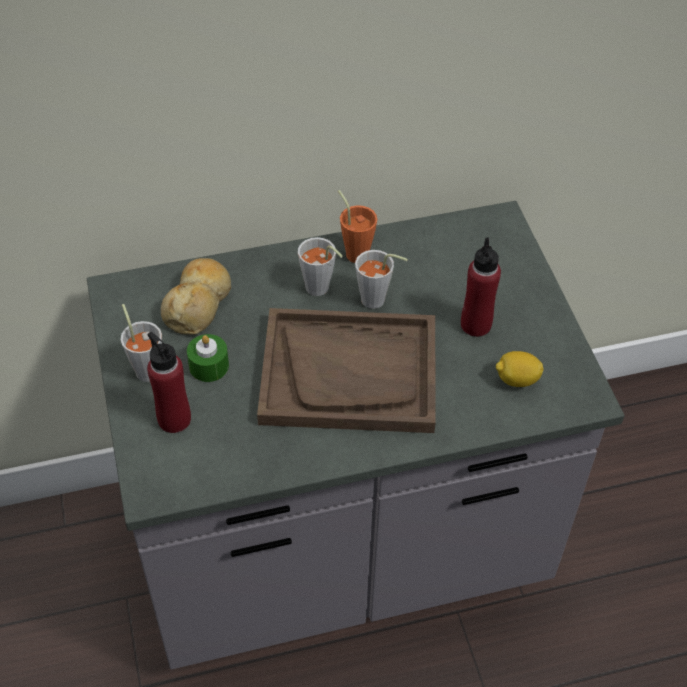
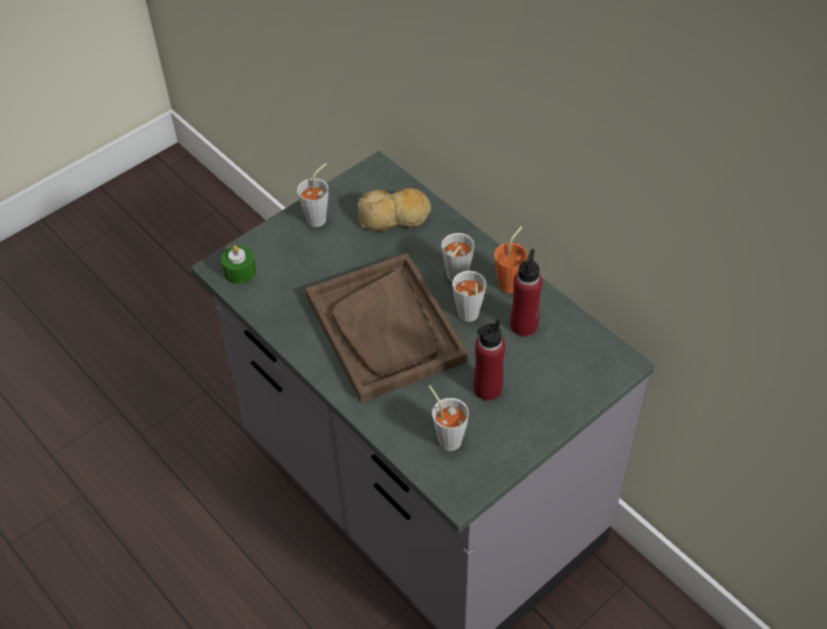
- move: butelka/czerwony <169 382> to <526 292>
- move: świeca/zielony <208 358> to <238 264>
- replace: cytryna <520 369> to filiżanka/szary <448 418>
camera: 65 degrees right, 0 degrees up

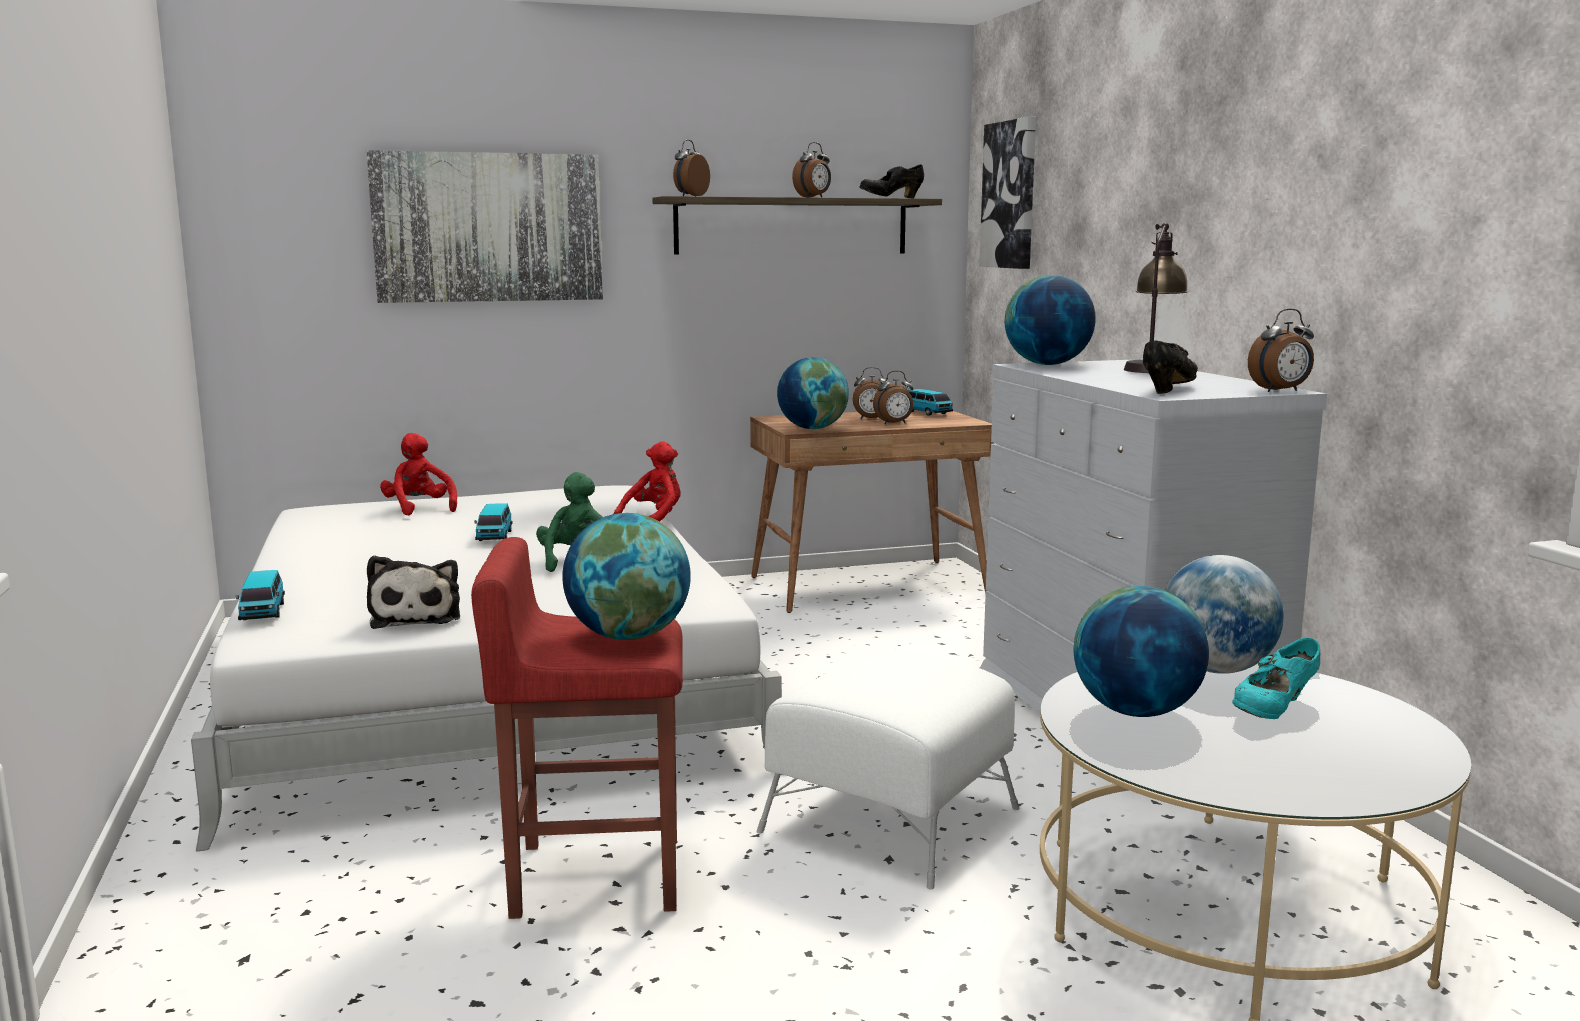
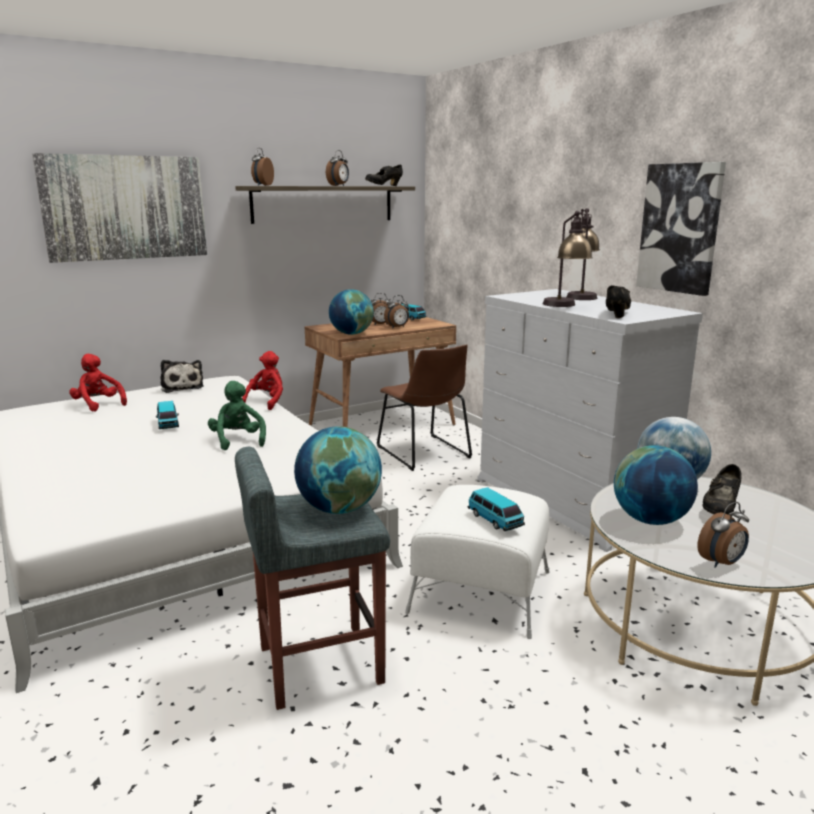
- delete: globus <1050 320>
- insert: krzesło/brązowy <424 407>
- insert: lampa stołowa <568 259>
- move: samochodzik <260 595> to <496 509>
- move: pluszak <413 592> to <182 376>
- move: obraz <1008 193> to <681 229>
- move: budzik <1281 350> to <723 535>
- recolor: stołek/czerwony <577 728> to stołek/szary <312 578>
- recolor: but/turkusowy <1276 678> to but/czarny <721 490>
camera: 15 degrees left, 5 degrees up

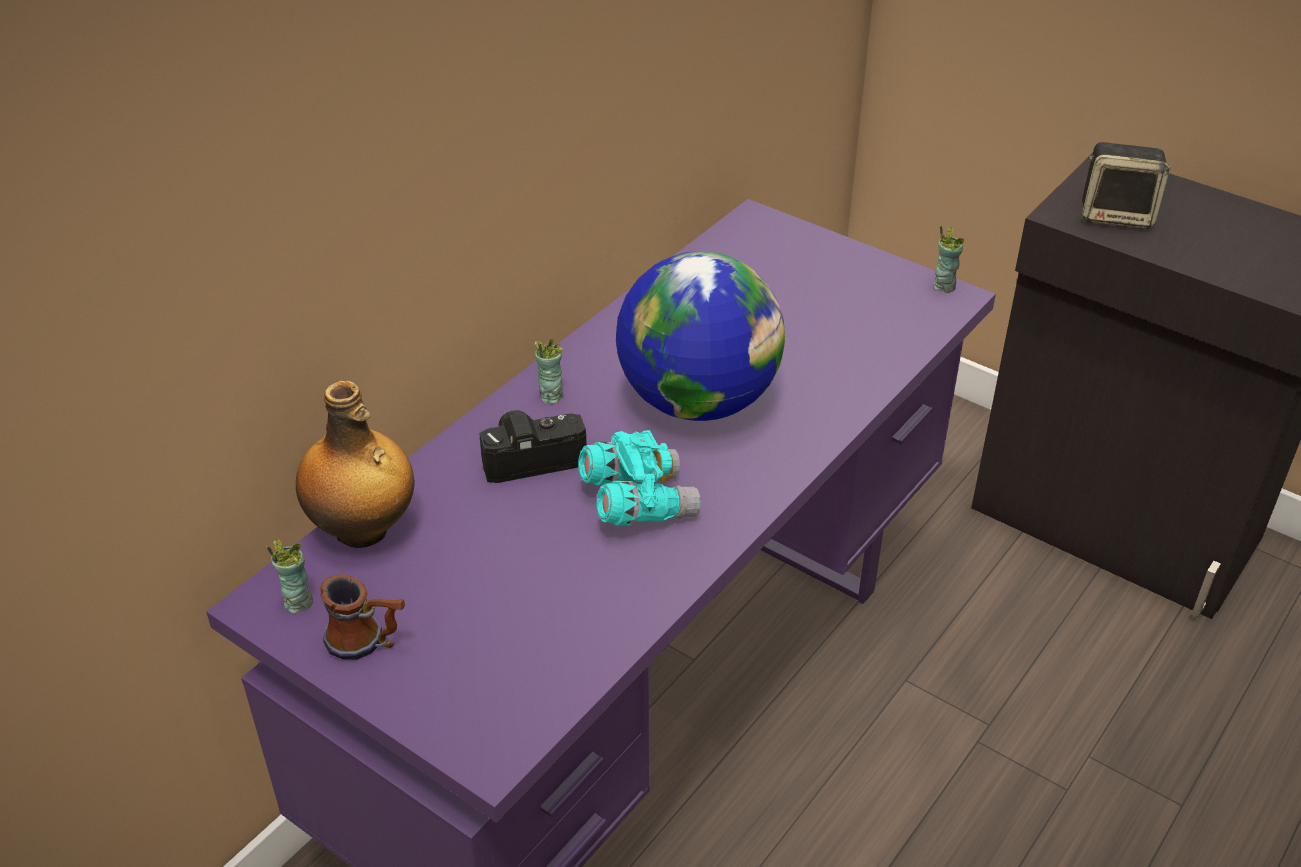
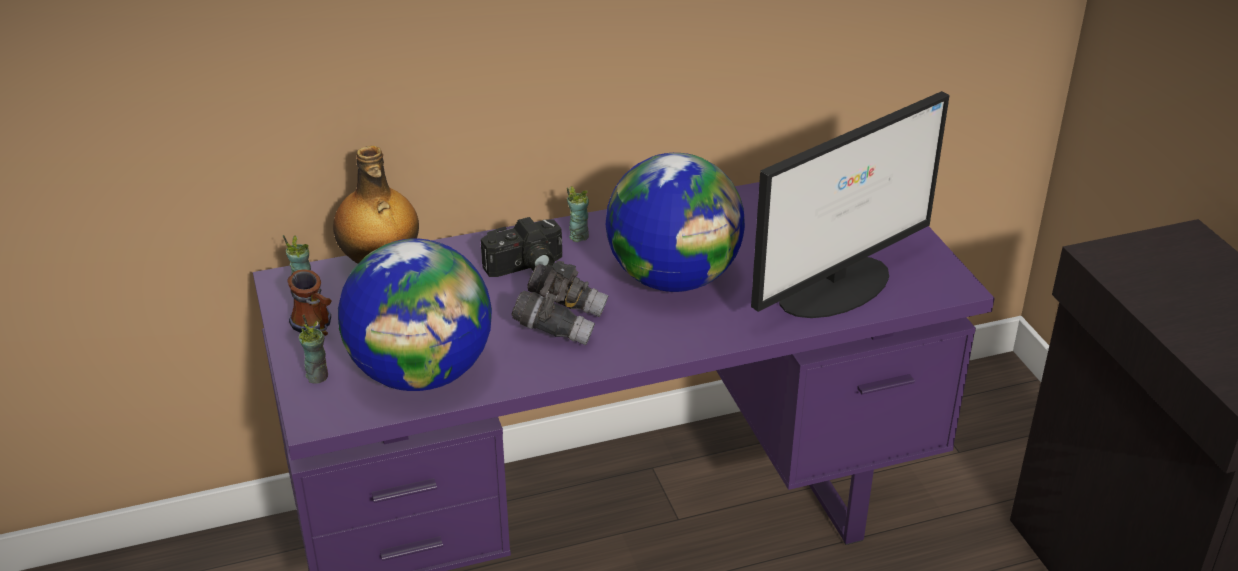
- delete: głośnik <1126 185>
- insert: globus <415 315>
- insert: monitor <850 204>
- move: filiżanka <949 259> to <313 349>
- recolor: lornetka/turkusowy <639 477> to lornetka/szary <559 303>
- rotate: aparat fotograficzny <533 446> = <521 247> 135 degrees clockwise
camera: 35 degrees right, 5 degrees down

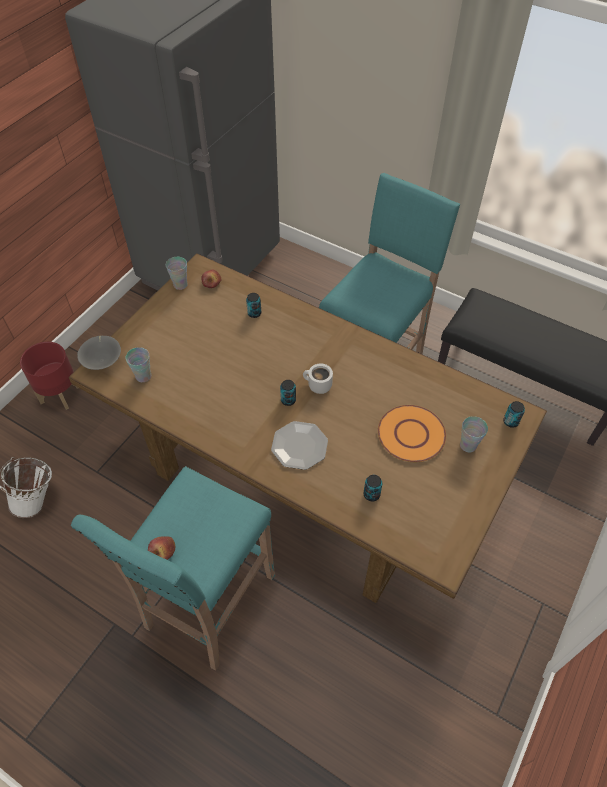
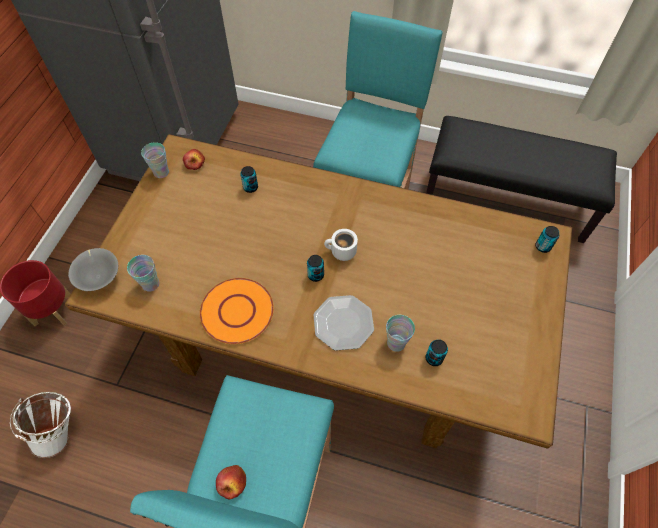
- move: talerz/pomarańczowy <412 433> to <237 311>
- move: filiżanka <474 434> to <400 333>
camera: 15 degrees left, 5 degrees up

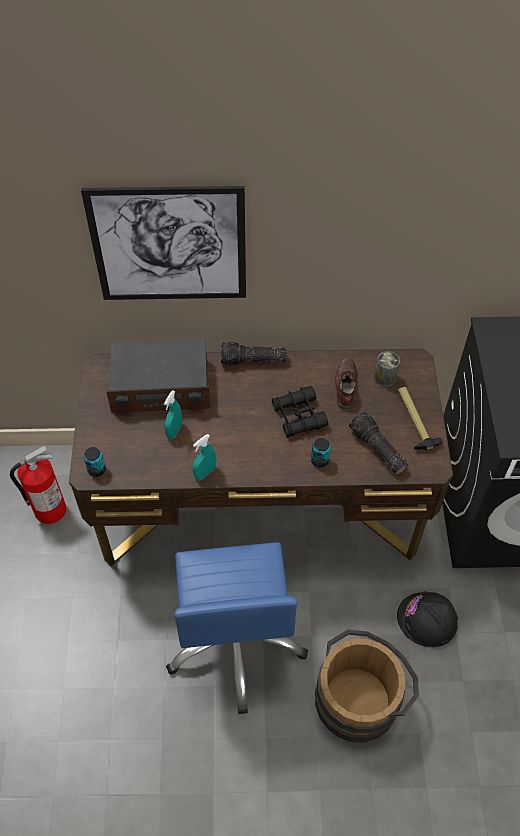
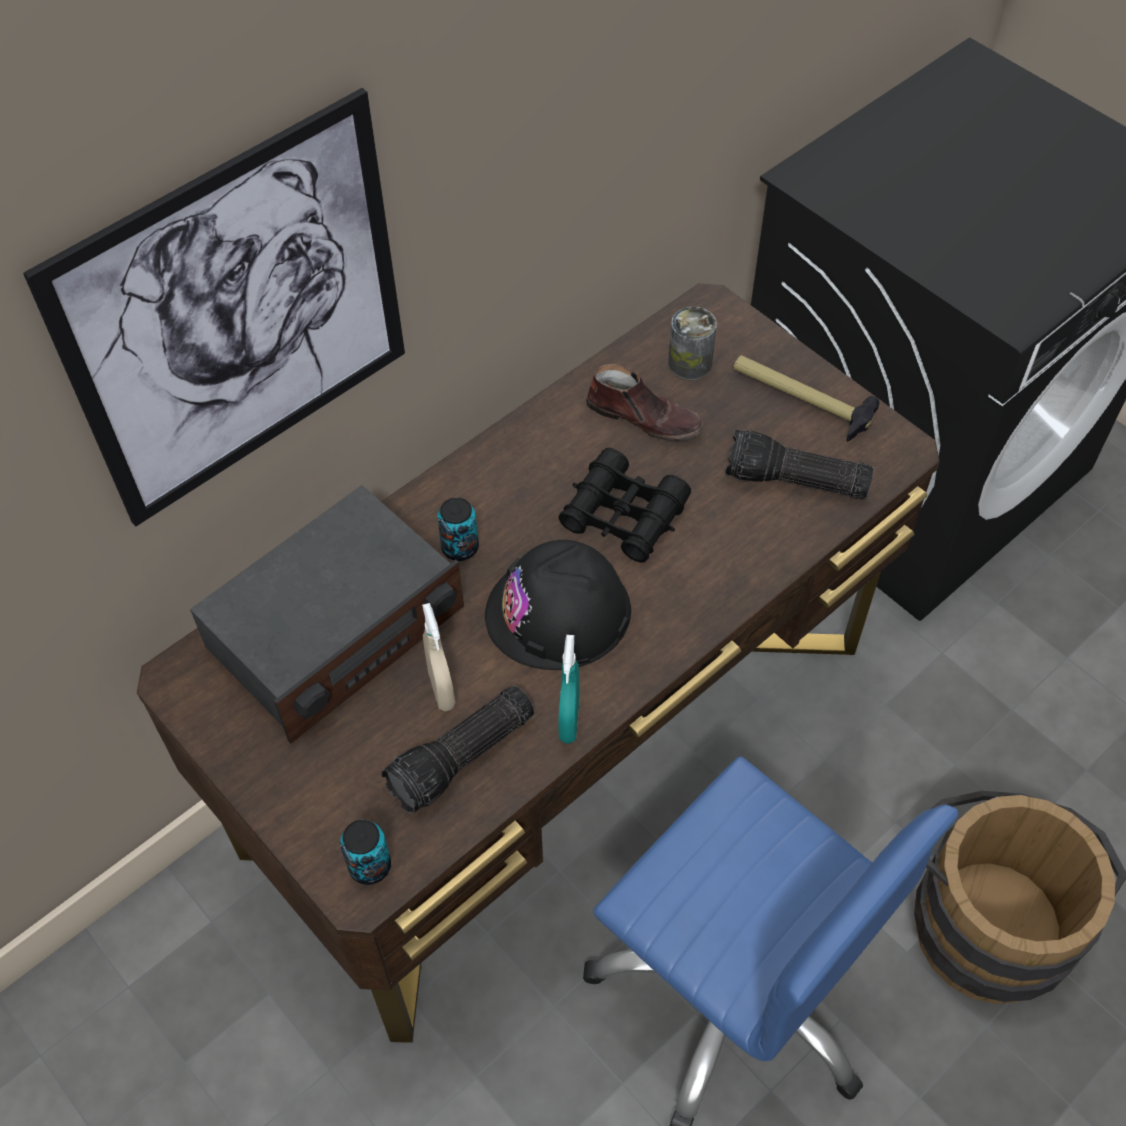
- delete: gaśnica <38 485>
- move: latarka <254 353> to <458 749>
- move: puszka <321 452> to <458 529>
- move: kask/czarny <427 619> to <558 605>
- recolor: spryskiwacz/turkusowy <173 415> to spryskiwacz/beżowy <438 657>
- rotate: but/brązowy <346 384> = <645 402> 150 degrees clockwise
camera: 40 degrees left, 0 degrees up

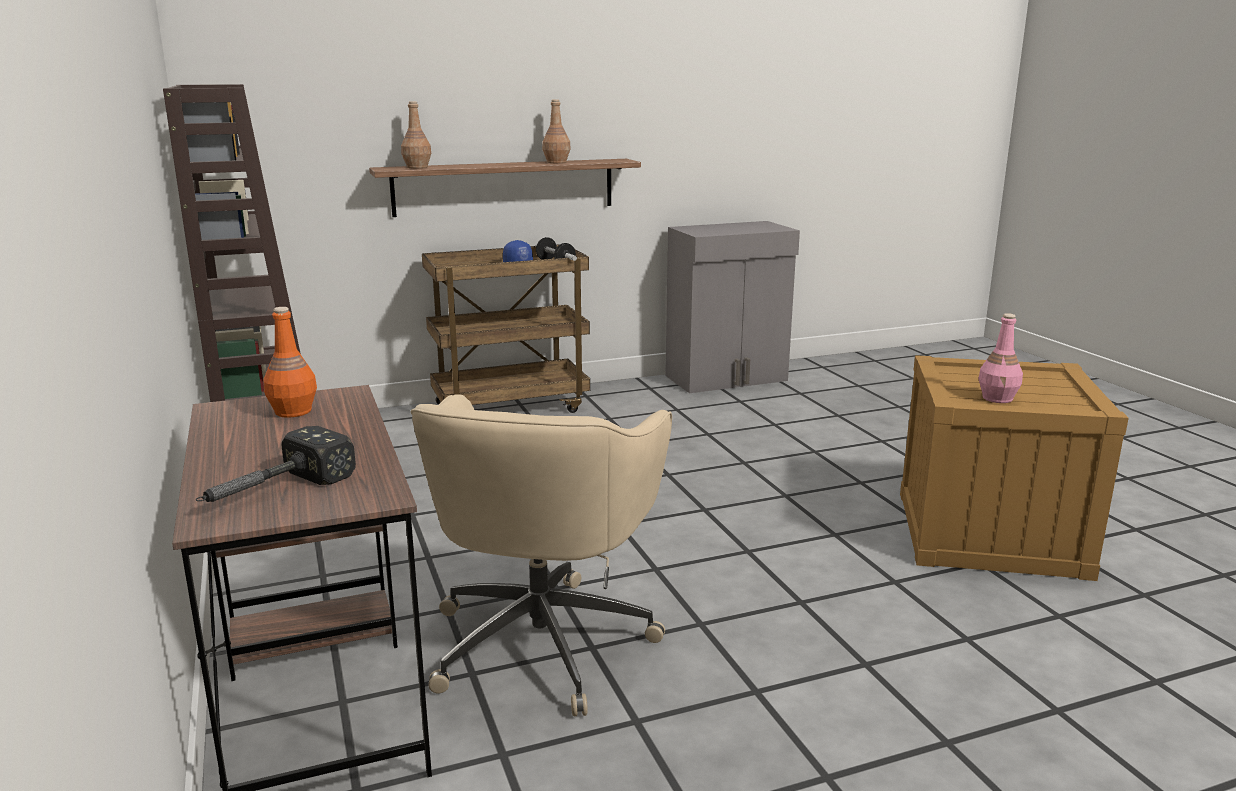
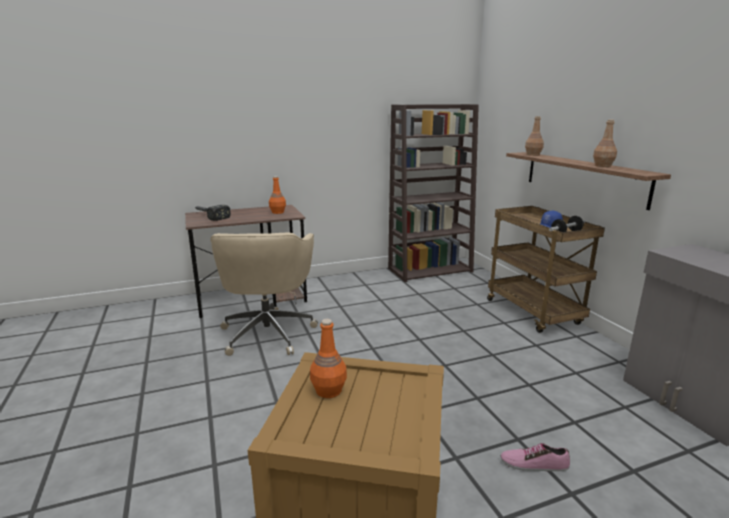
- insert: but <535 457>
- recolor: butelka/różowy <1001 358> to butelka/pomarańczowy <328 358>
- rotate: krzesło biurowe/beżowy <541 555> = <264 294> 105 degrees counterclockwise
camera: 90 degrees right, 0 degrees up

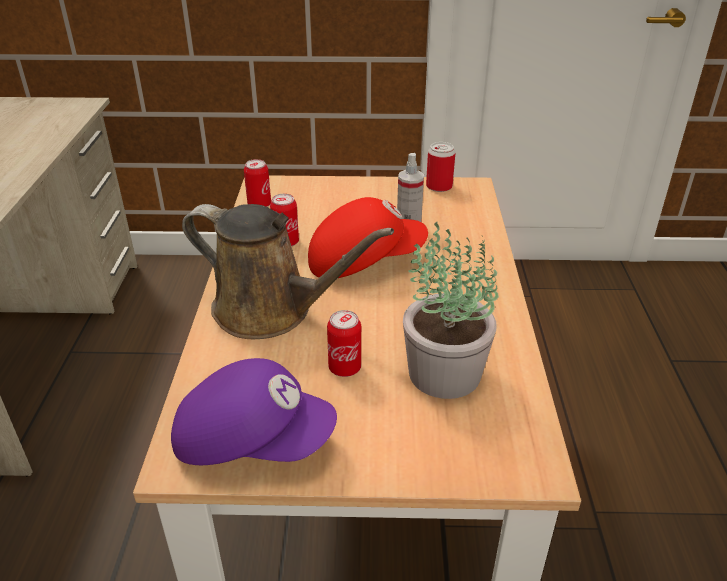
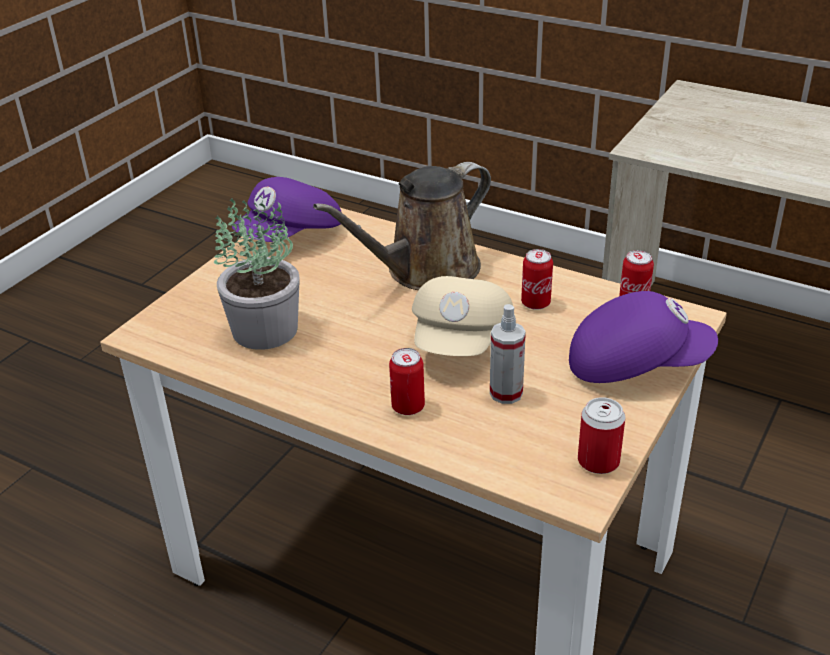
- insert: czapka z daszkiem/fioletowy <643 337>
- move: puszka <344 343> to <407 381>
- recolor: czapka z daszkiem/czerwony <368 237> to czapka z daszkiem/beżowy <462 316>
camera: 120 degrees right, 0 degrees up

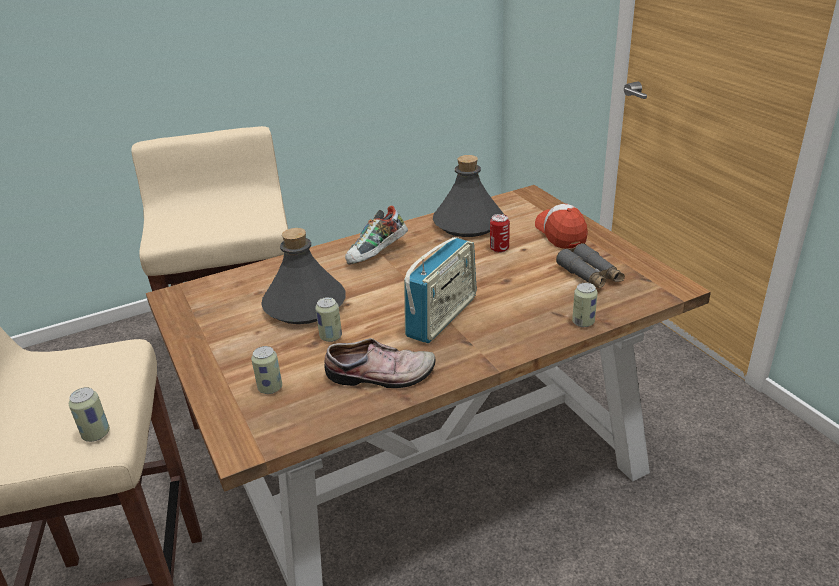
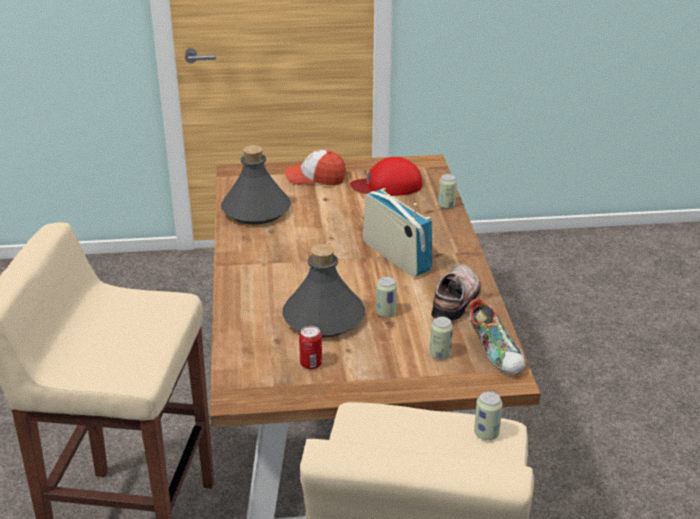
- move: but <376 235> to <497 336>
- move: puszka <500 233> to <310 348>
- replace: lornetka/szary <590 266> to czapka z daszkiem/czerwony <386 176>
camera: 70 degrees left, 0 degrees up

